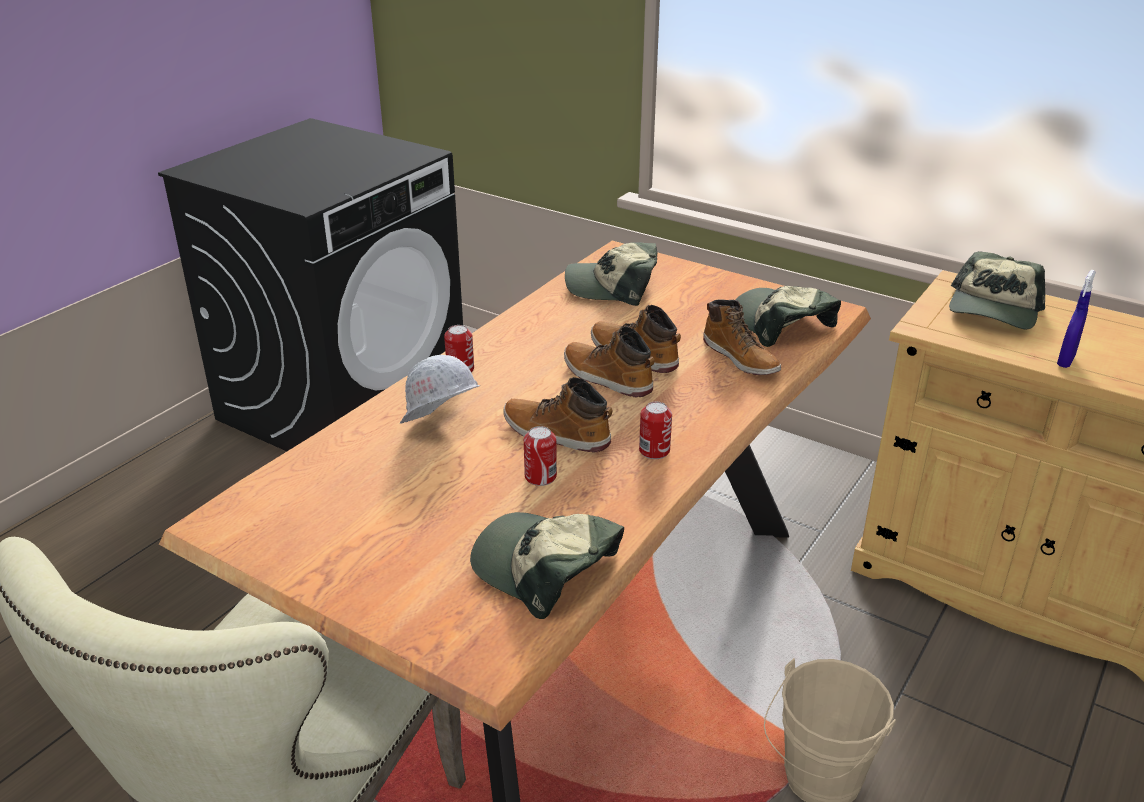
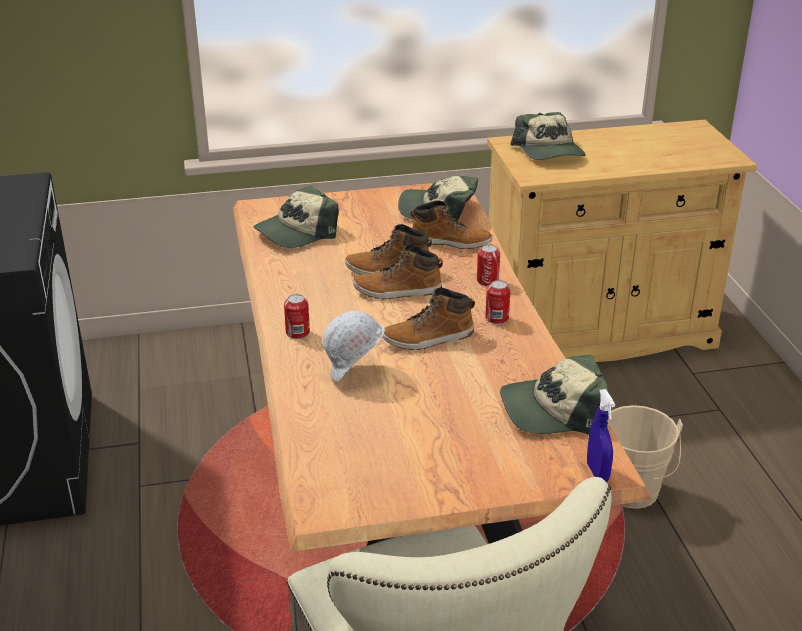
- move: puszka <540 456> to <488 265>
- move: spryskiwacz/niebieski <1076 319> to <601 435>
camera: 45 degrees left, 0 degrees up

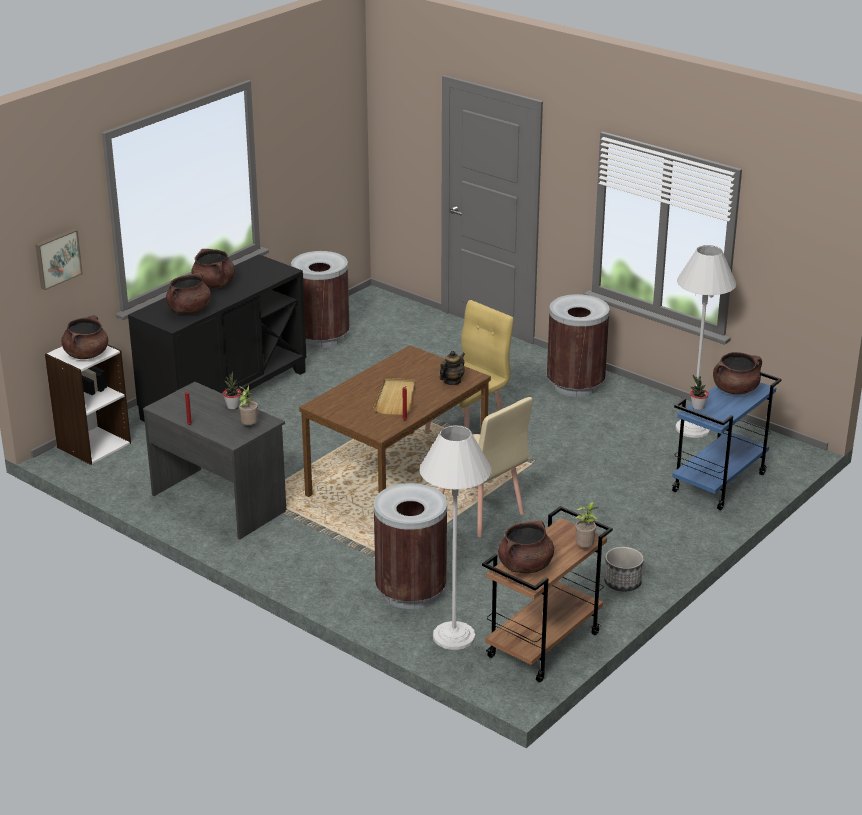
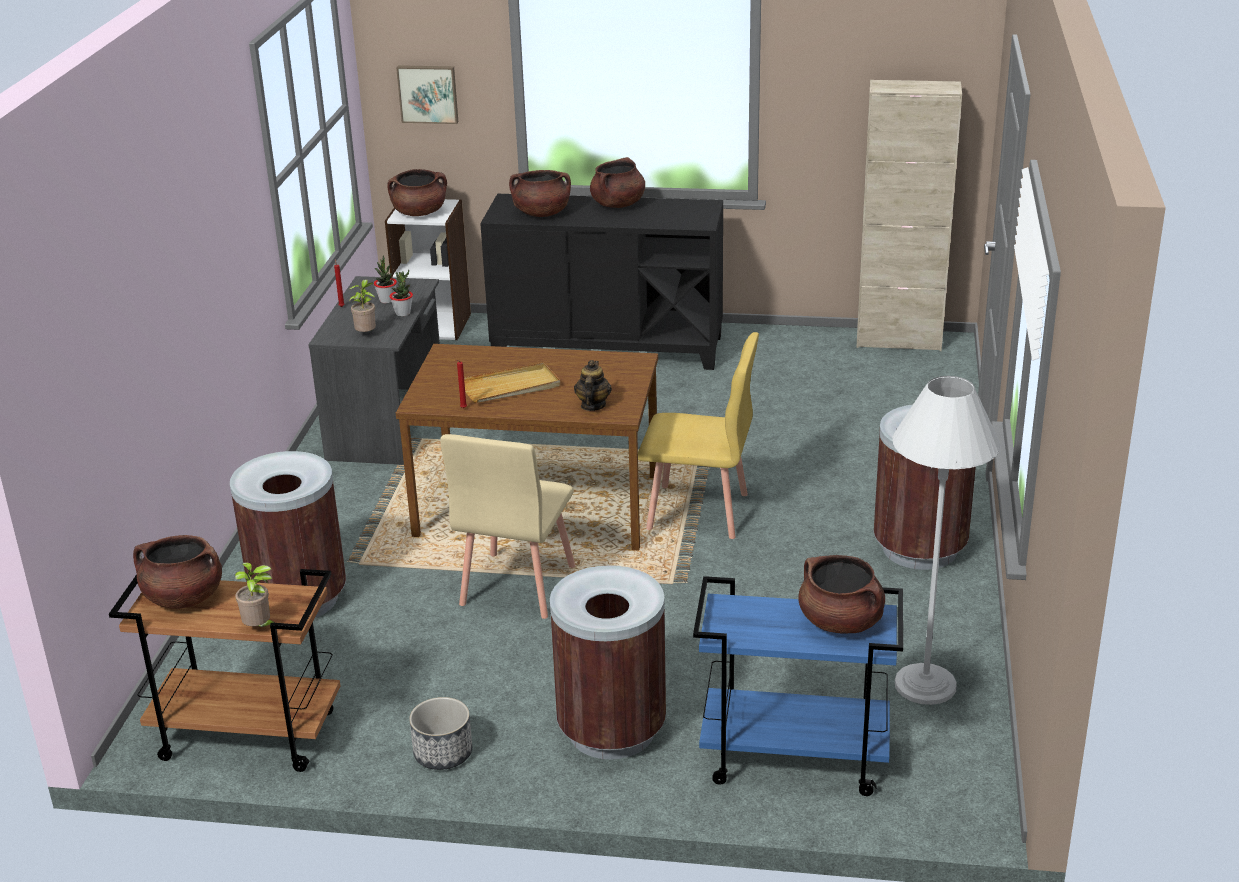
- delete: lampa stojąca/biały <456 537>
- insert: szafka/beżowy <909 215>
- move: kosz na śmieci/brązowy <320 299> to <608 662>
- move: roślina doniczkowa <699 392> to <385 279>
- rotate: imbryk <452 368> = <593 385> 90 degrees counterclockwise
camera: 60 degrees right, 0 degrees up

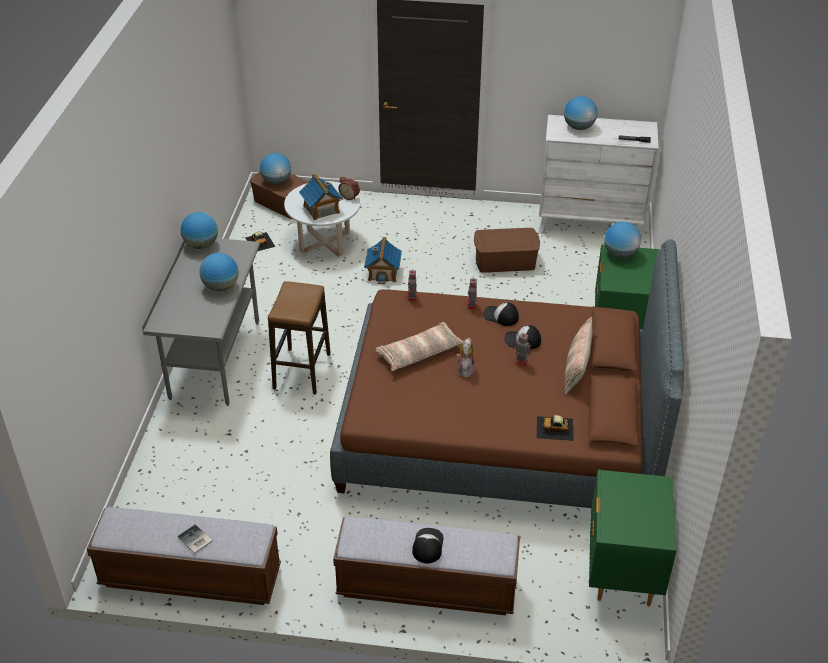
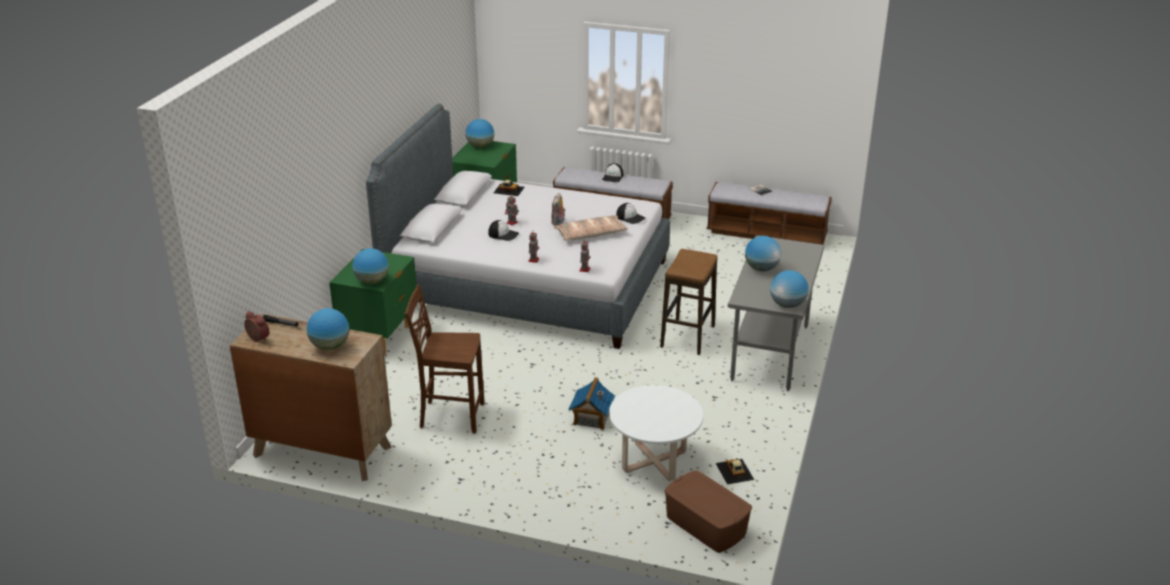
- delete: domek <321 197>
- delete: poduszka <578 356>
- move: globus <275 168> to <479 133>
- move: budzik <349 188> to <256 326>
- move: czapka z daszkiem <501 314> to <630 213>
- replace: pojemnik do przechowywania/brązowy <507 250> to krzesło/brązowy <444 359>
- recolor: łóżko/brązowy <507 373> to łóżko/szary <518 226>
- recolor: komoda/biały <599 178> to komoda/brązowy <310 397>
camera: 170 degrees left, 10 degrees down

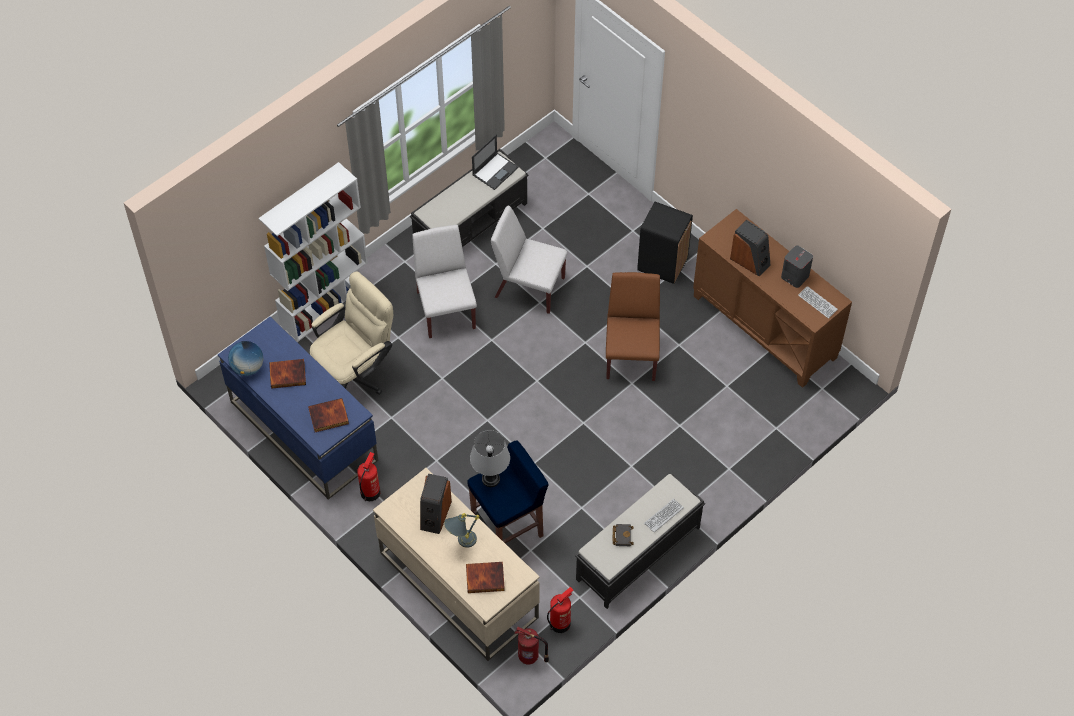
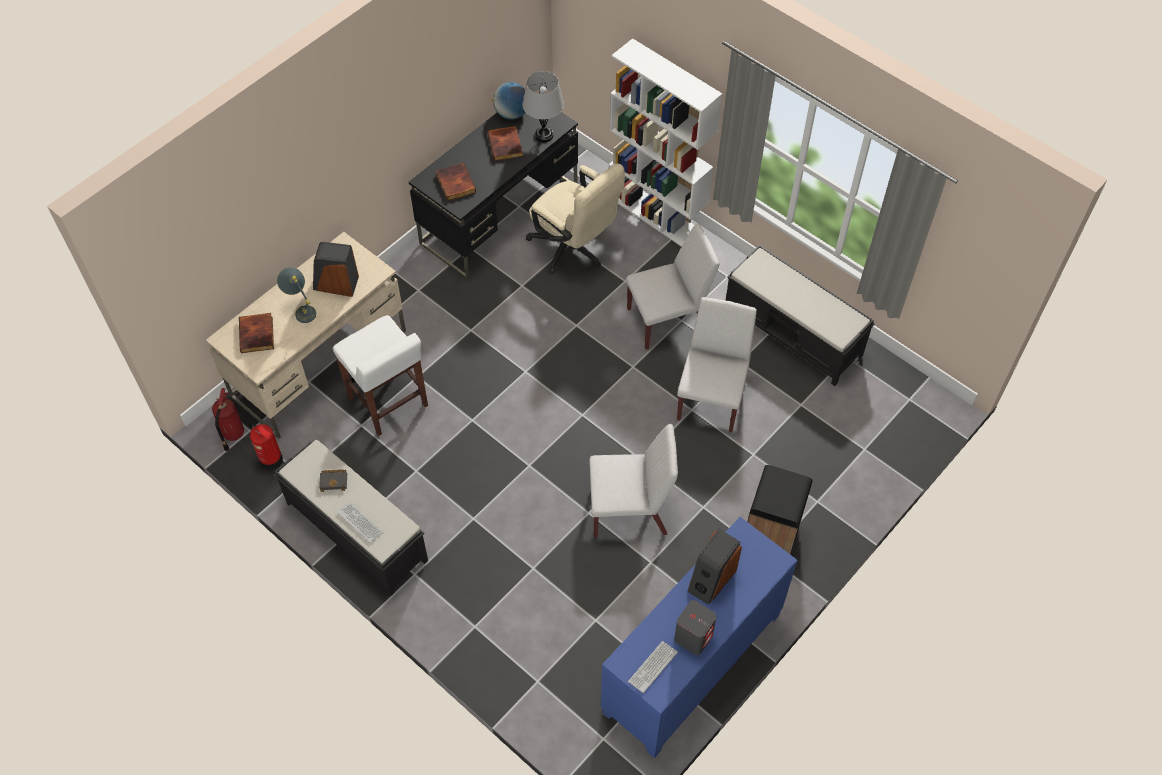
- delete: gaśnica <368 476>
- delete: laptop <495 162>
- move: lampa stołowa/szary <490 458> to <543 106>
- recolor: biurko/niebieski <298 408> to biurko/czarny <493 195>
- recolor: stołek/niebieski <508 491> to stołek/biały <380 375>
- recolor: krzesło/brązowy <633 326> to krzesło/biały <634 480>
- recolor: szafka/brązowy <772 298> to szafka/niebieski <699 637>
camera: 85 degrees right, 0 degrees up

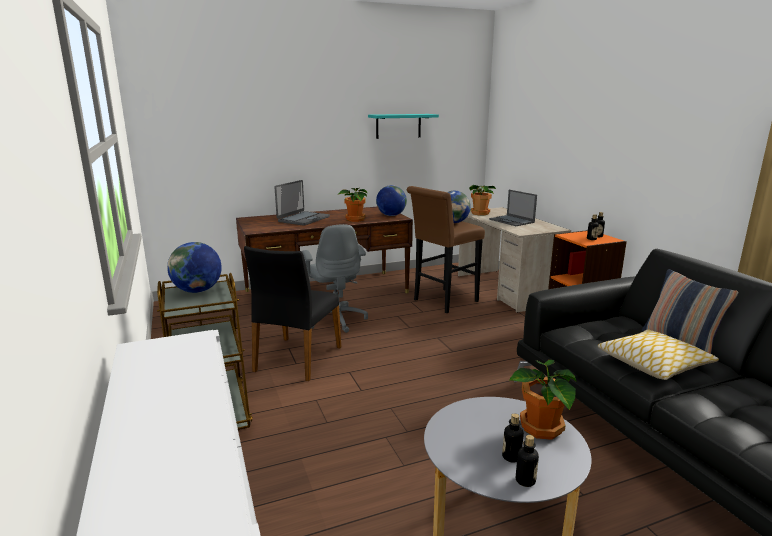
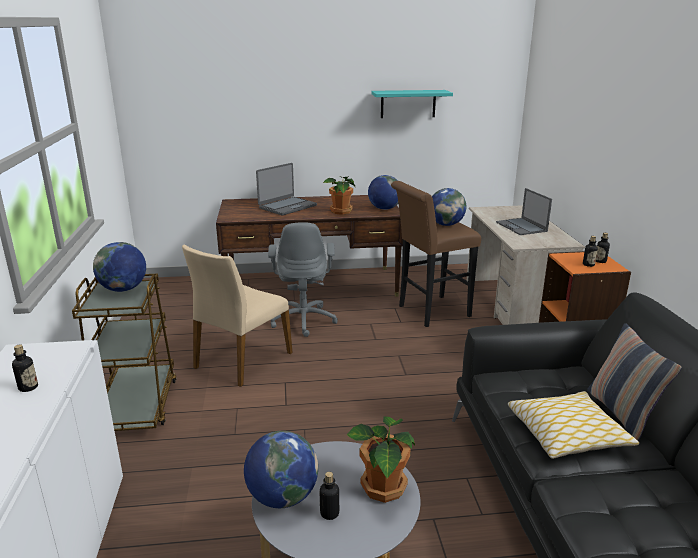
- delete: roślina doniczkowa <482 200>
- insert: globus <281 469>
- move: butelka <527 461> to <25 368>
- recolor: krzesło/czarny <293 313> to krzesło/beżowy <237 316>
camera: 15 degrees right, 5 degrees up

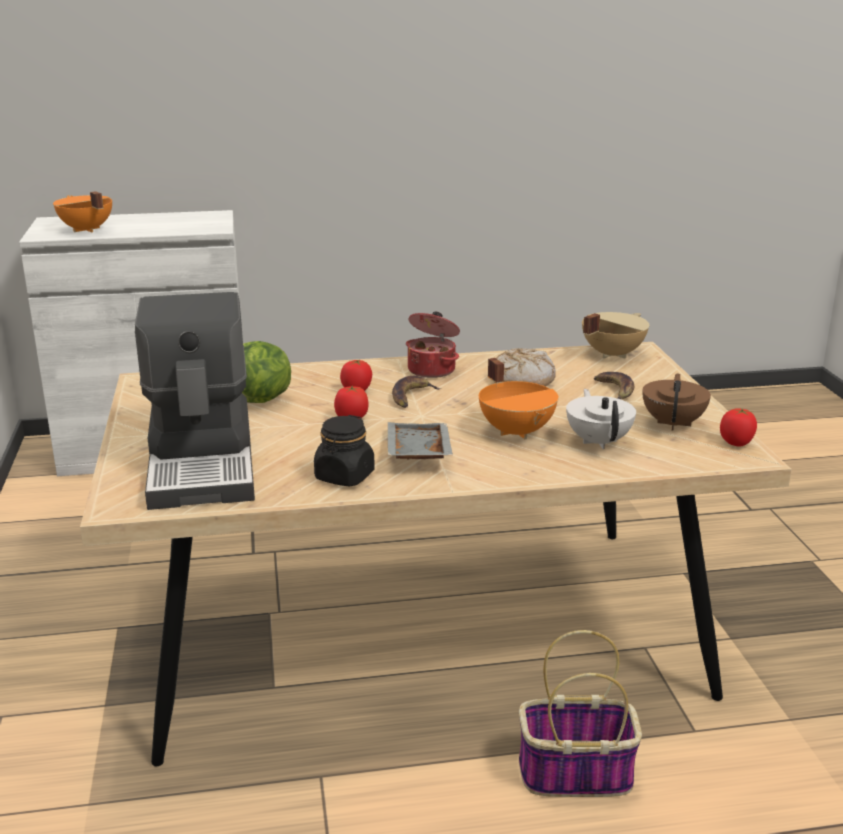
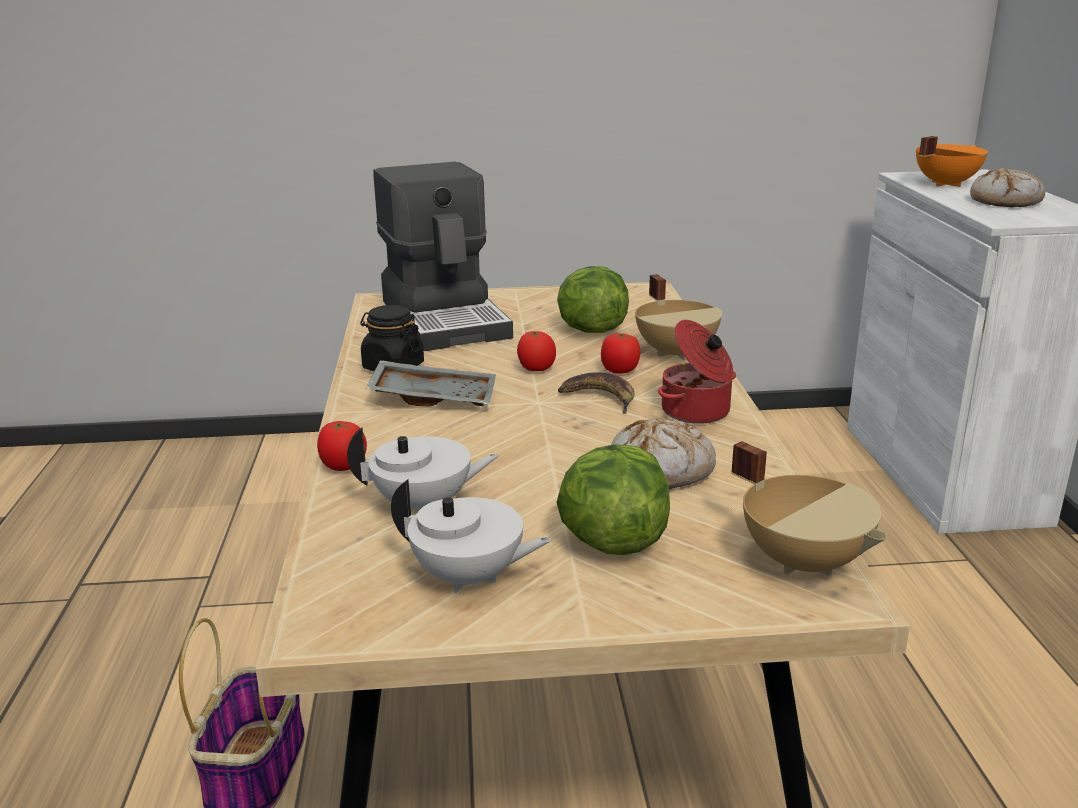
- delete: garnek/pomarańczowy <518 398>
- insert: garnek/beżowy <678 317>
- insert: chleb <1007 187>
- move: pomidor <738 427> to <342 446>
- replace: banan <614 385> to sałata <613 499>
- recolor: imbryk/brązowy <676 401> to imbryk/biały <471 537>
- rotate: ekspres do kawy <195 401> = <443 256> 105 degrees counterclockwise
camera: 95 degrees right, 0 degrees up

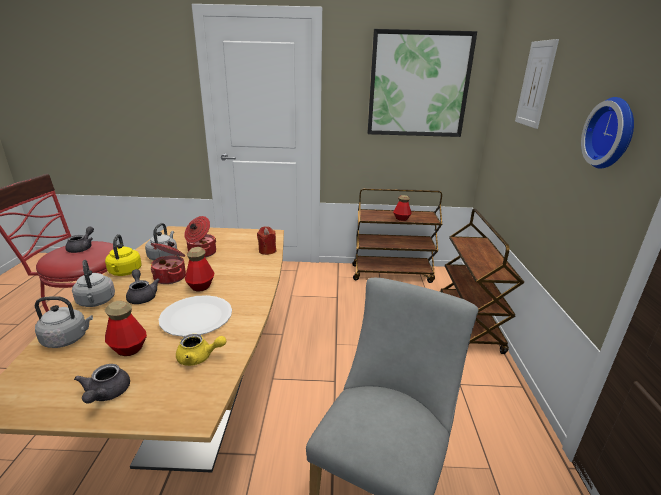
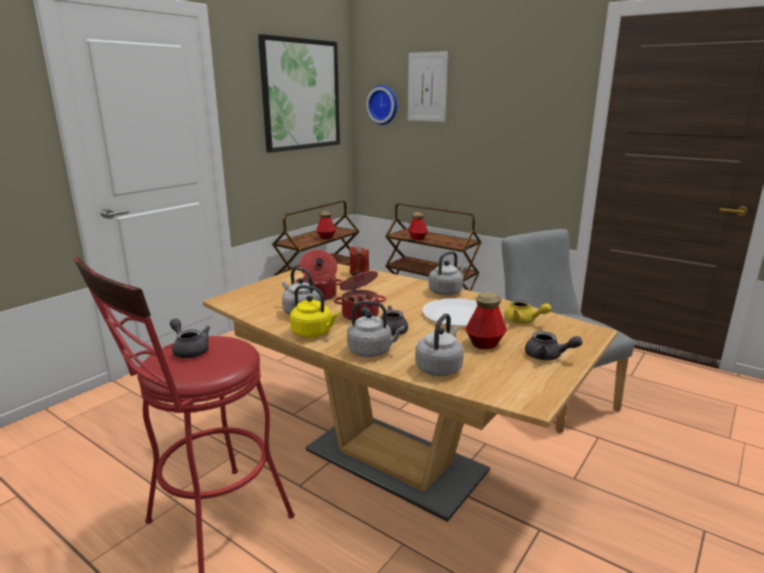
- insert: czajnik/szary <448 273>
- move: butelka <200 269> to <418 226>
- move: zegar ścienny <607 133> to <381 105>
- rotate: imbryk/żółty <201 350> = <527 312> 90 degrees clockwise
camera: 55 degrees left, 5 degrees down

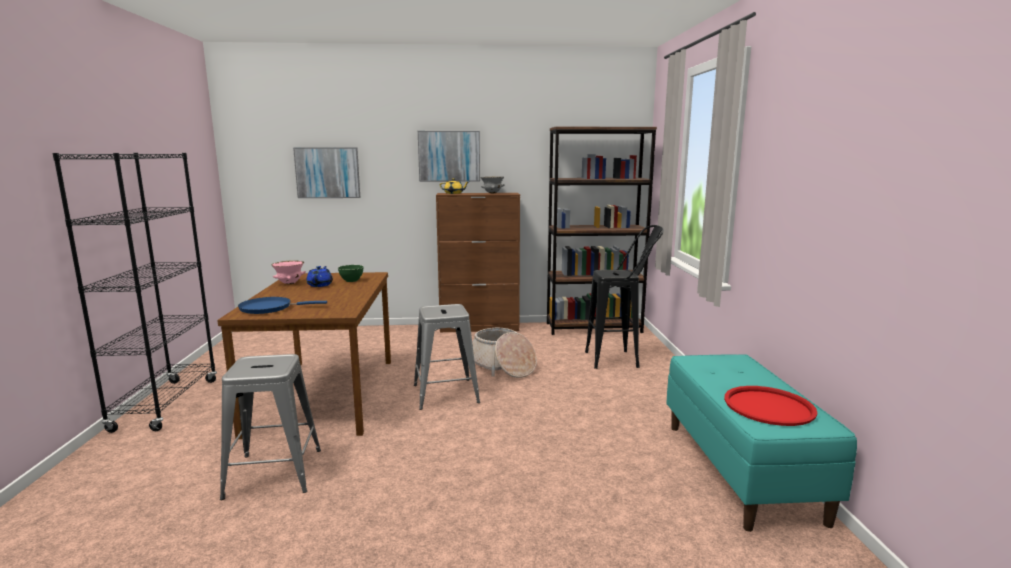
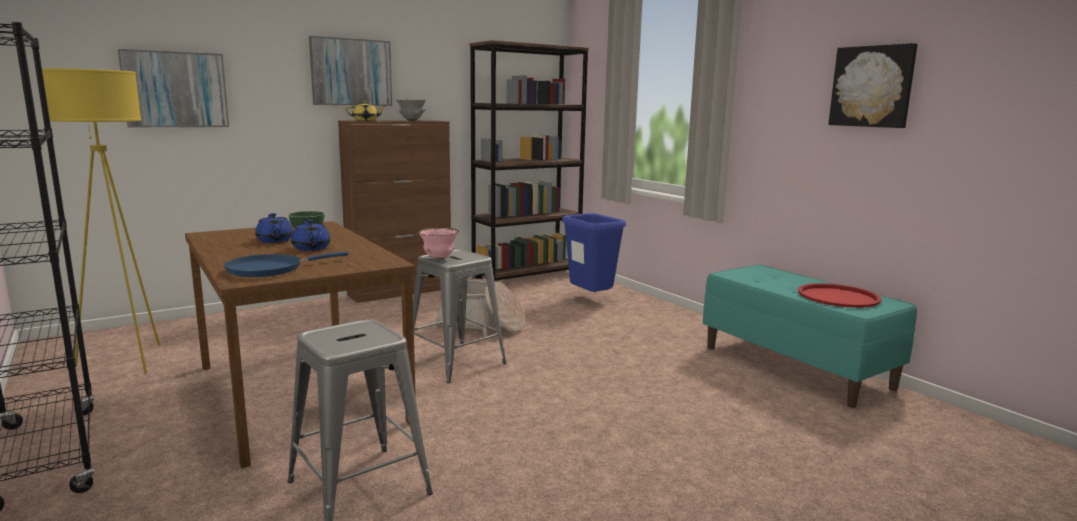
- insert: lampa stojąca/żółty <101 220>
- insert: imbryk/niebieski <310 235>
- insert: obraz <872 85>
- move: miska/różowy <289 272> to <438 243>
- replace: stołek/czarny <624 297> to kosz na śmieci/niebieski <594 252>
camera: 30 degrees left, 0 degrees up

